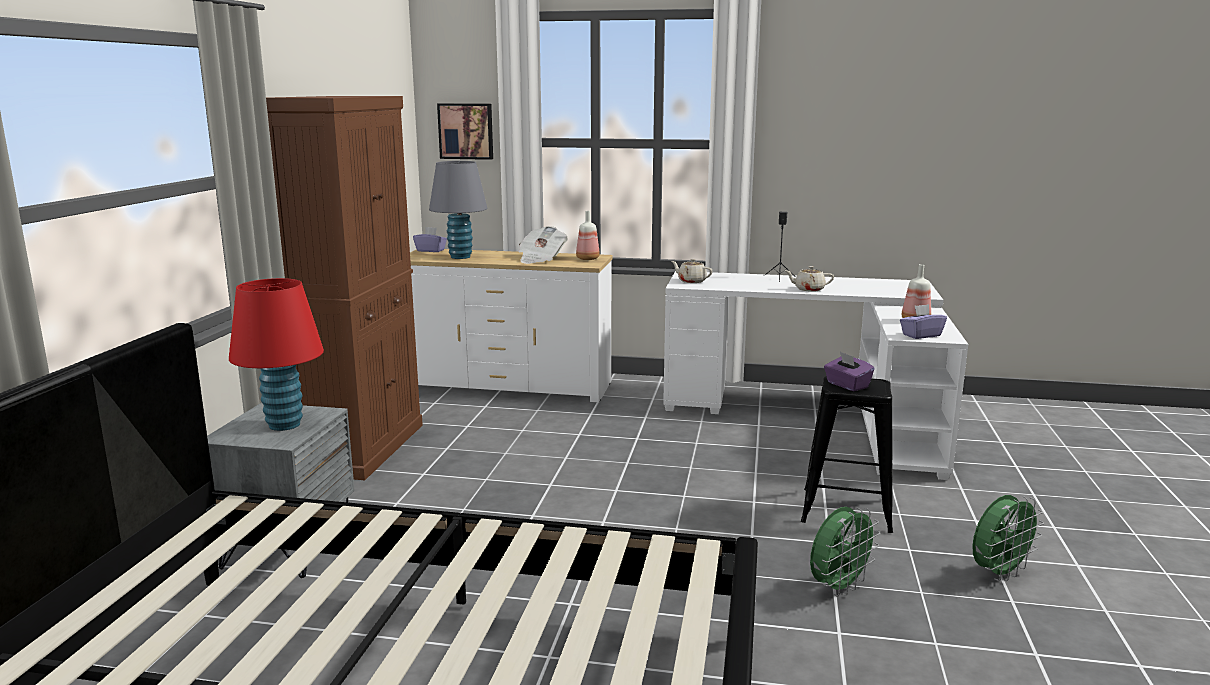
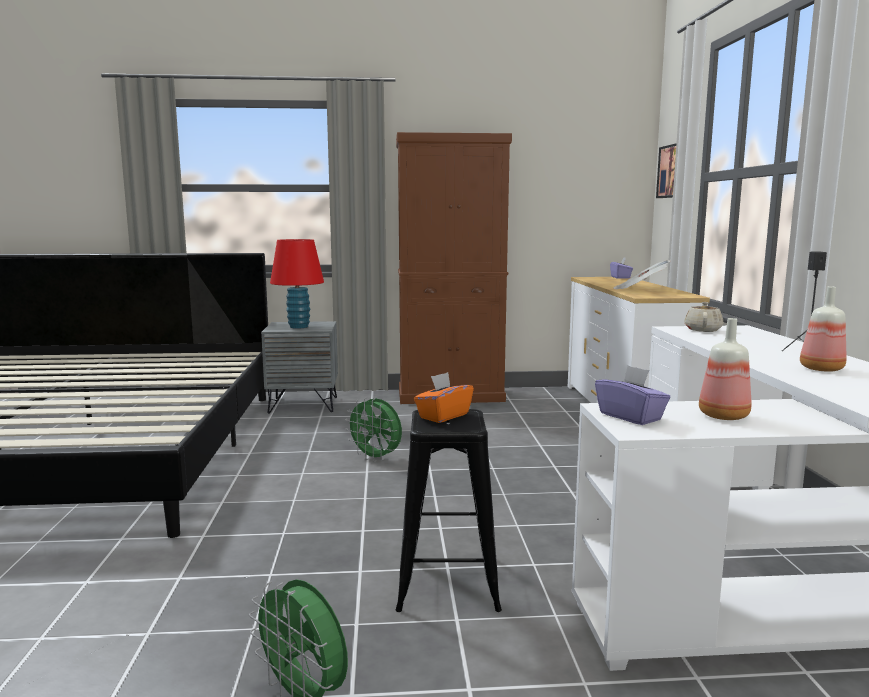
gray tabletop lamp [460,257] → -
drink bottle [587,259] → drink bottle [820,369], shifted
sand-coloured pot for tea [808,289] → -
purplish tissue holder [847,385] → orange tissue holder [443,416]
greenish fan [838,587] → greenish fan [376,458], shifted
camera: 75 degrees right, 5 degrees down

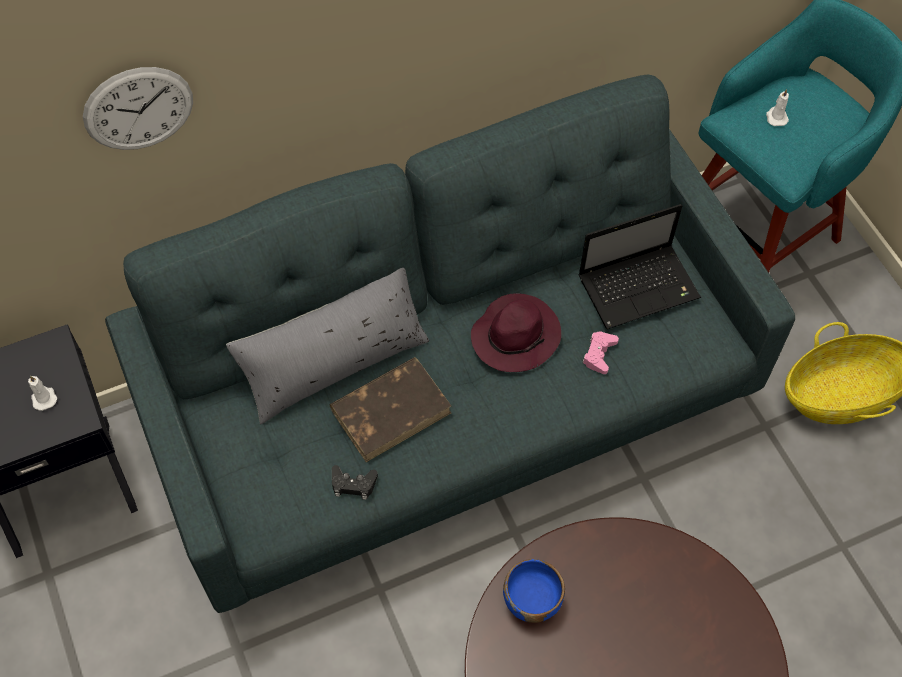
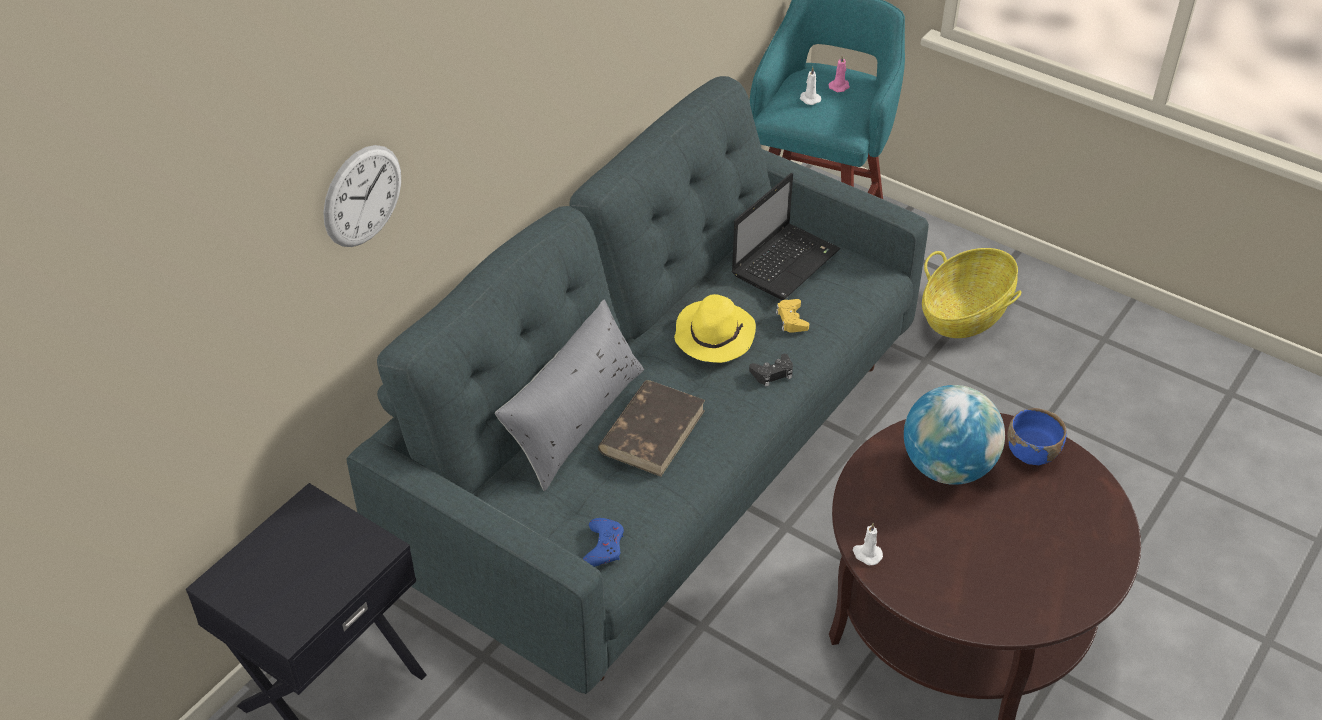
purplish clothing hat [516,335] → yellowish clothing hat [714,335]
pink-coloured joypad [599,354] → yellowish joypad [791,320]
whitish candle [44,397] → whitish candle [866,554], shifted
black-coloured joypad [353,484] → black-coloured joypad [772,373], shifted
blue-coloured bowl [532,600] → blue-coloured bowl [1032,453], shifted
- → pink-coloured candle [839,86]
- → globe [947,467]
- → blue-coloured joypad [603,546]
camera: 30 degrees left, 15 degrees down

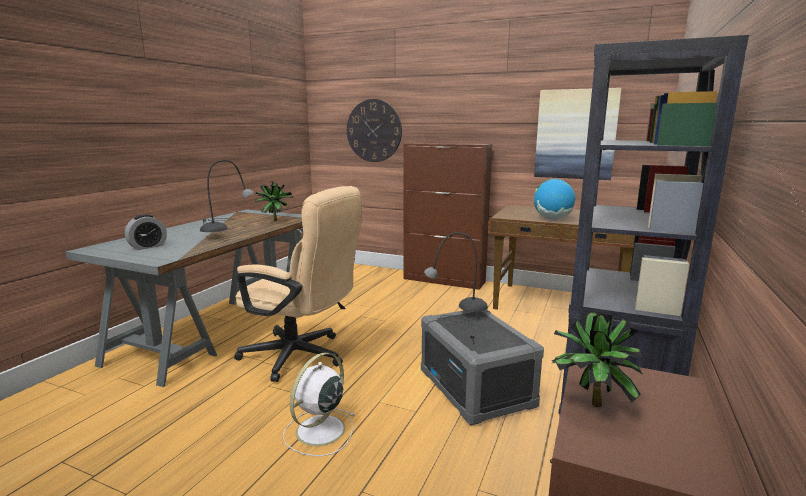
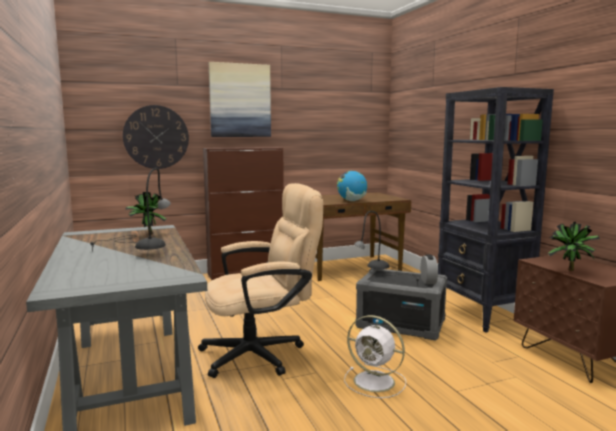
wall picture [575,134] → wall picture [240,100], shifted
alarm clock [148,247] → alarm clock [428,281], shifted
whitish fan [319,431] → whitish fan [376,382], 45 degrees counterclockwise
camera: 45 degrees left, 5 degrees down

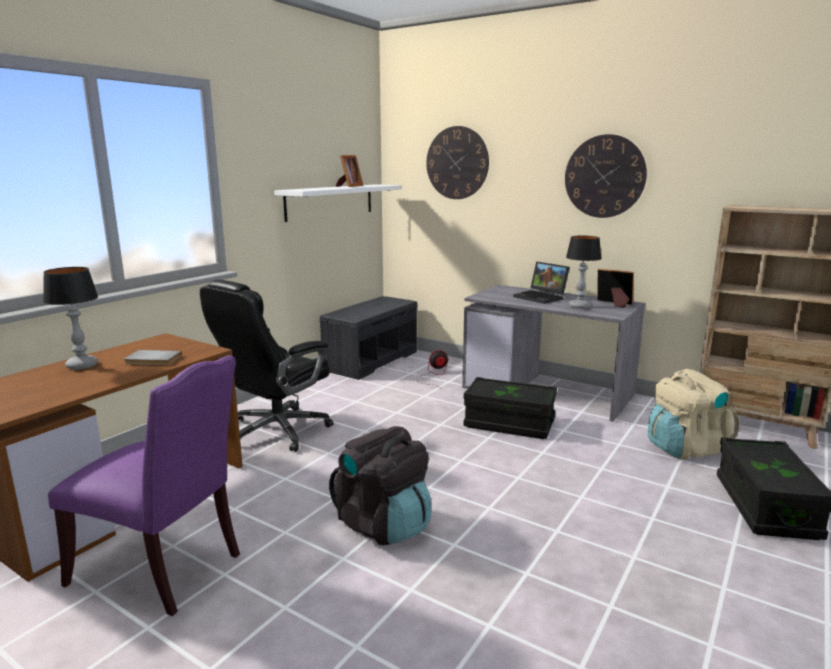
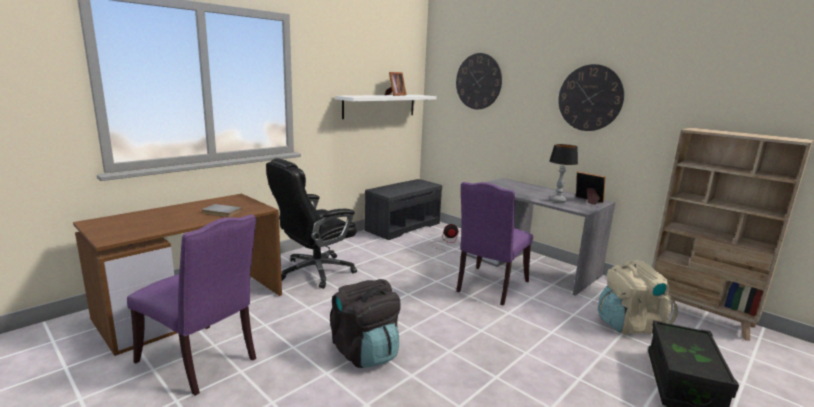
portable computer [541,297] → -
tabletop lamp [83,365] → -
black-coloured storage box [509,424] → purplish plain chair [490,287]
camera: 10 degrees right, 0 degrees up

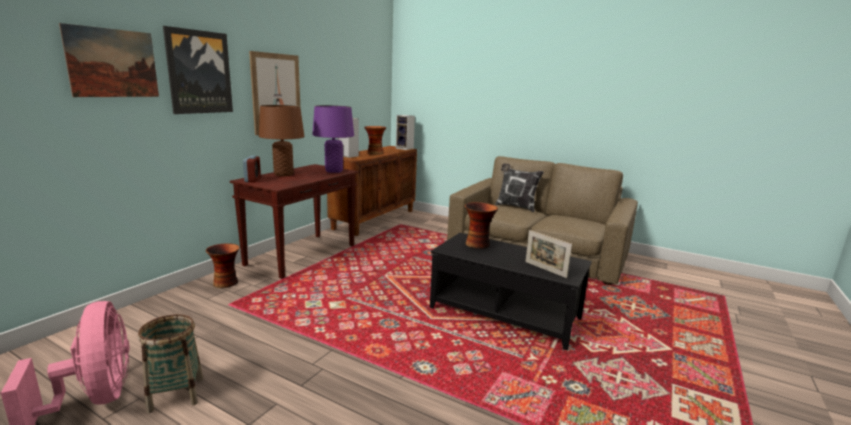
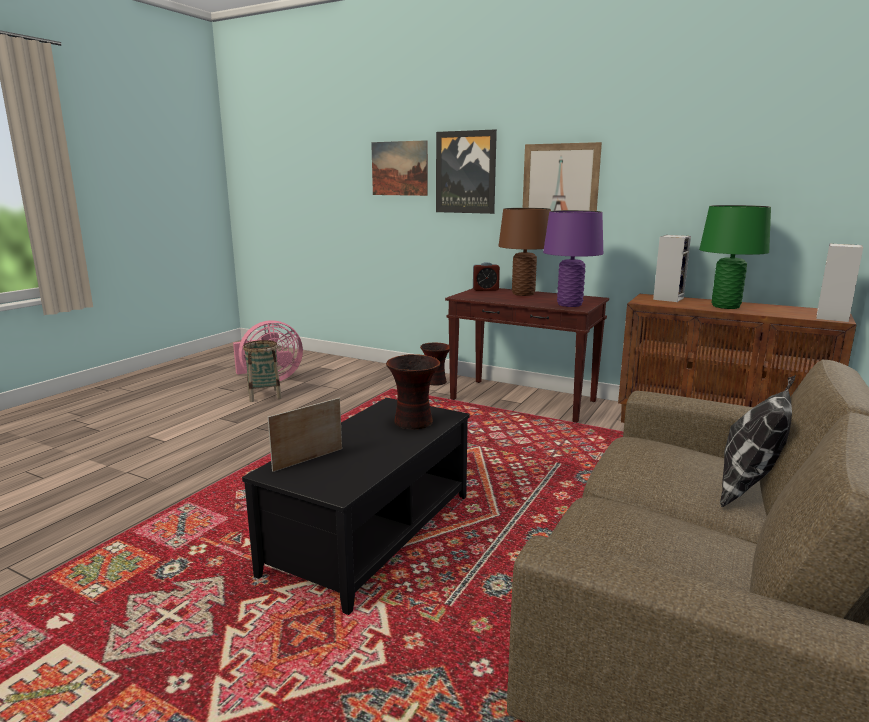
vase [374,153] → greenish tabletop lamp [726,306]
camera: 90 degrees right, 0 degrees up

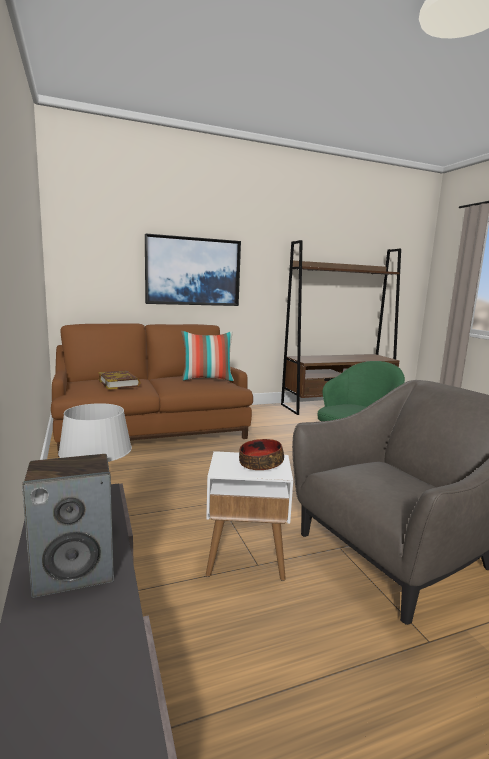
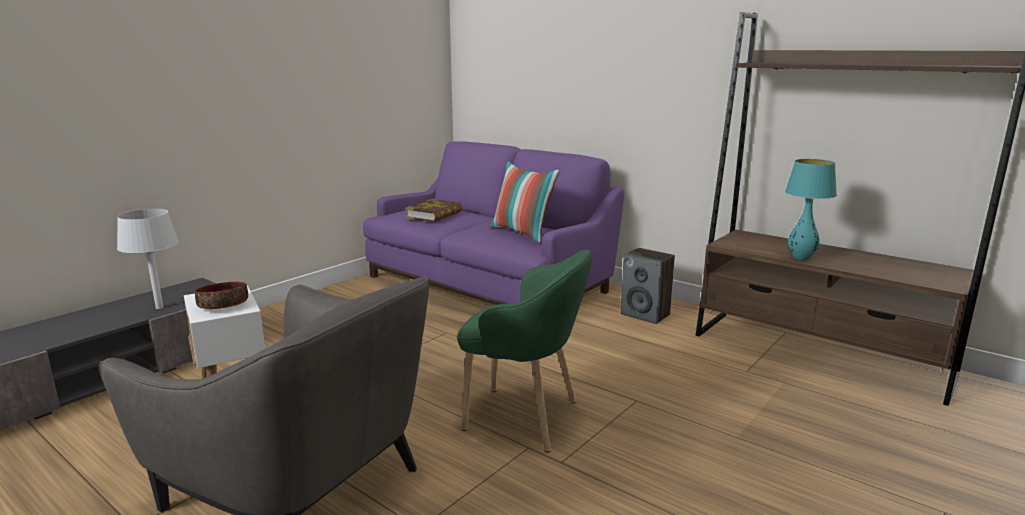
wall picture [193,271] → -
brown-coloured sofa [152,429] → purplish sofa [489,283]
loudspeaker [75,572] → loudspeaker [645,314], shifted
- → blue-green tabletop lamp [801,258]
camera: 60 degrees right, 5 degrees up

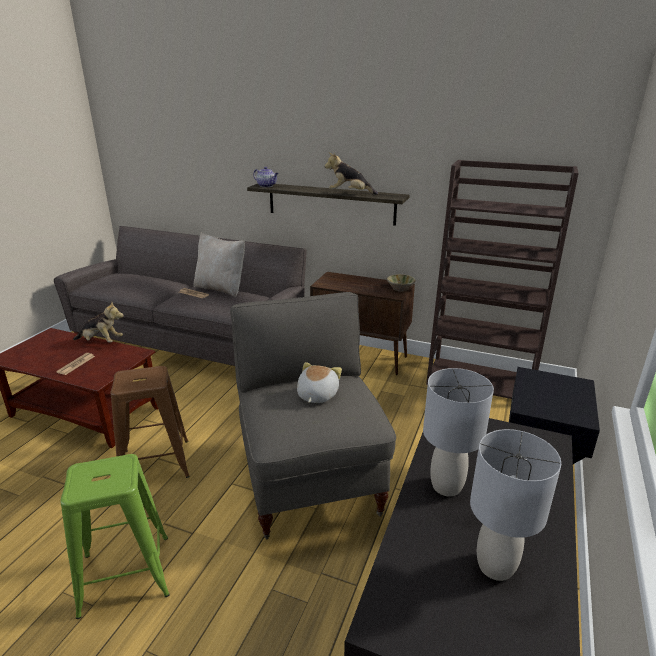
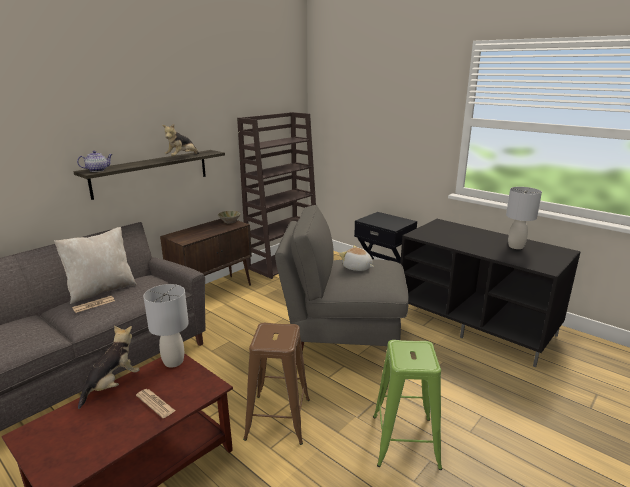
gray tabletop lamp [446,486] → gray tabletop lamp [173,362], shifted
camera: 70 degrees left, 5 degrees down

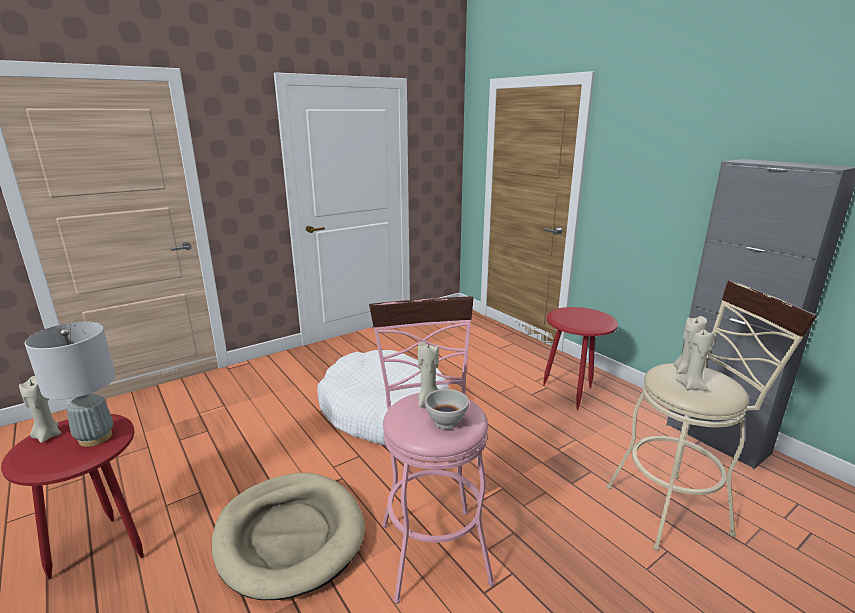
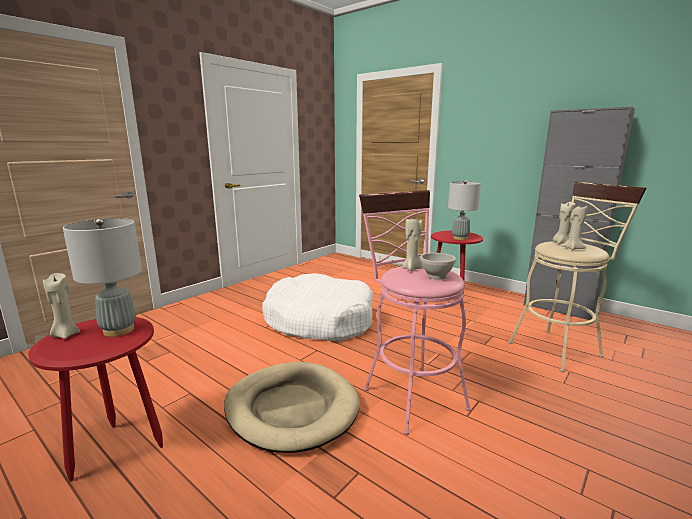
- → gray tabletop lamp [460,238]
camera: 15 degrees left, 5 degrees down

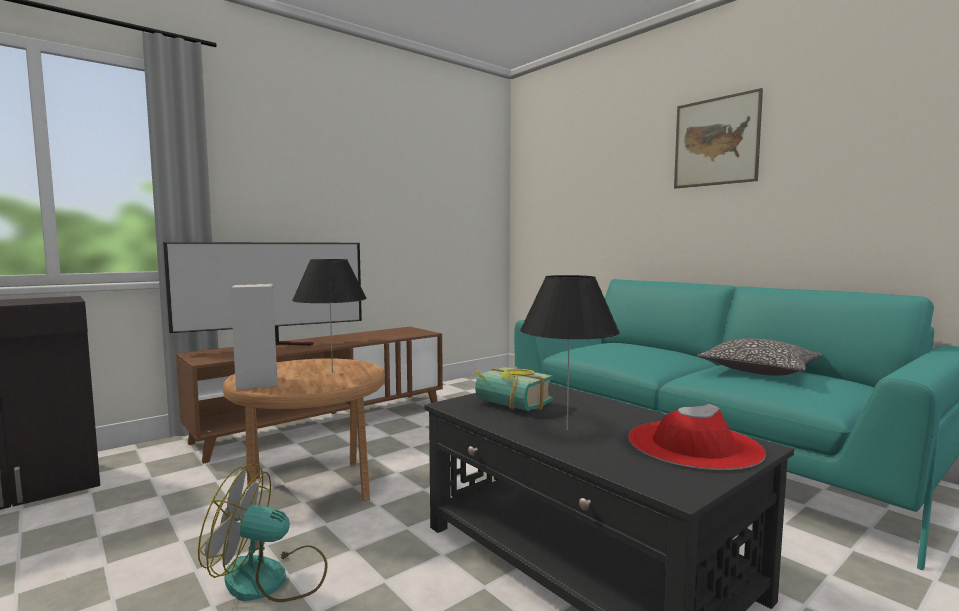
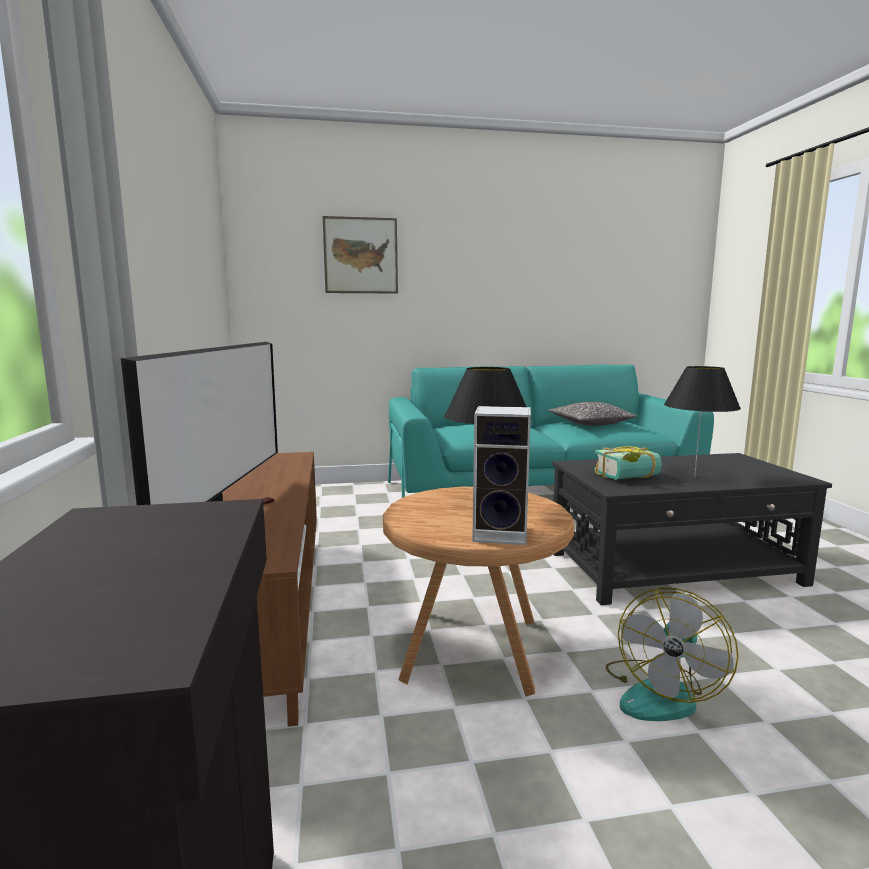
wall picture [716,141] → wall picture [361,255], shifted
red-coloured clothing hat [693,445] → -
camera: 60 degrees left, 5 degrees up

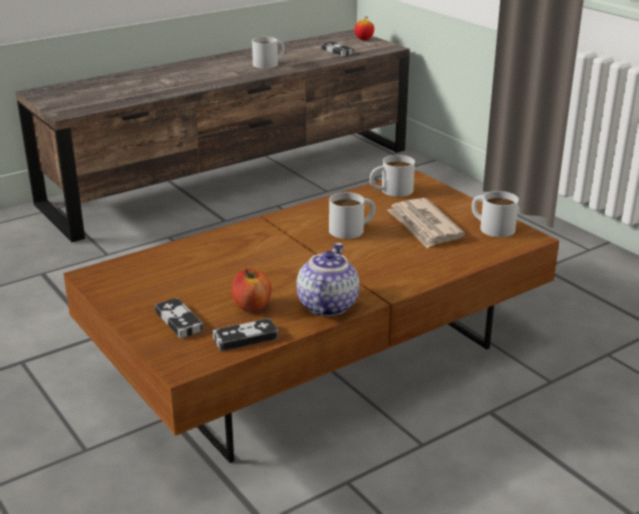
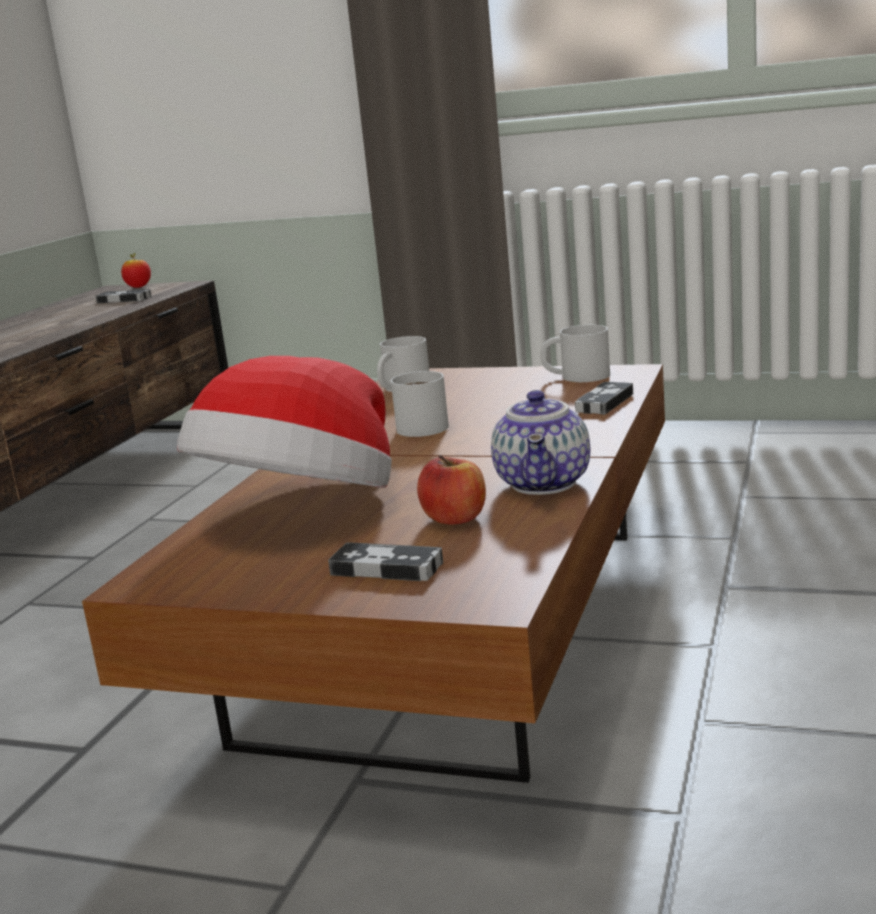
whitish tea mug [269,63] → -
newspaper [424,226] → -
pot for tea [326,305] → pot for tea [545,484], 150 degrees counterclockwise
joypad [245,338] → joypad [604,403], shifted
- → clothing hat [302,510]
camera: 35 degrees left, 10 degrees down

